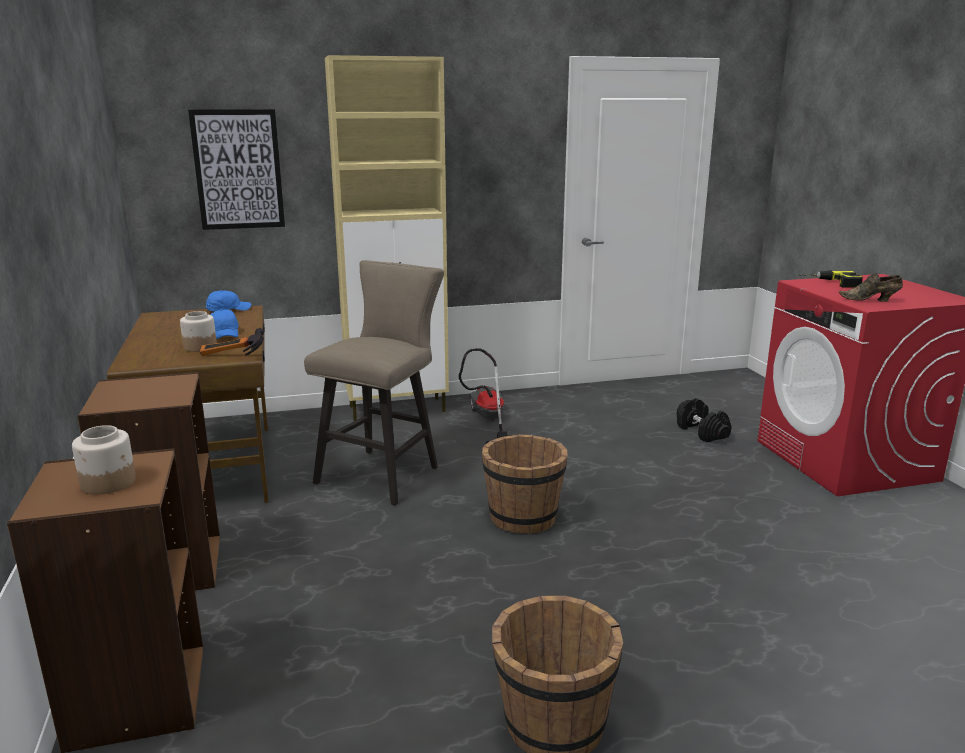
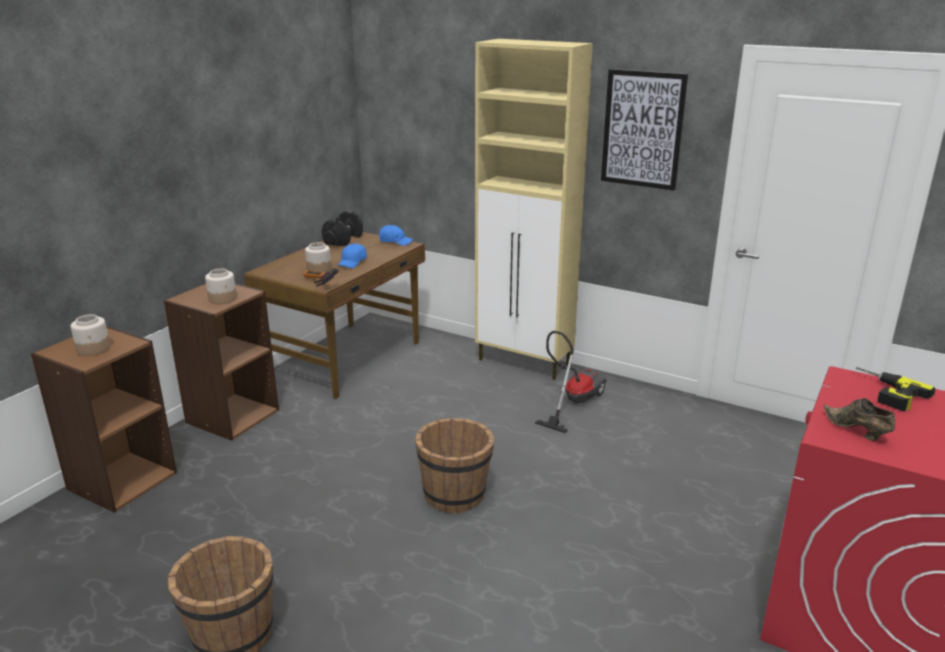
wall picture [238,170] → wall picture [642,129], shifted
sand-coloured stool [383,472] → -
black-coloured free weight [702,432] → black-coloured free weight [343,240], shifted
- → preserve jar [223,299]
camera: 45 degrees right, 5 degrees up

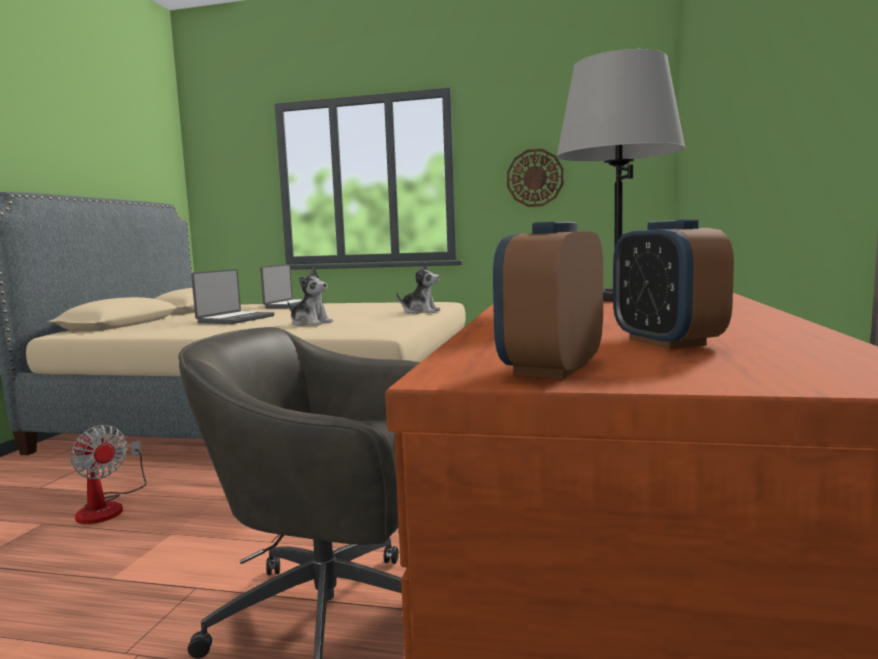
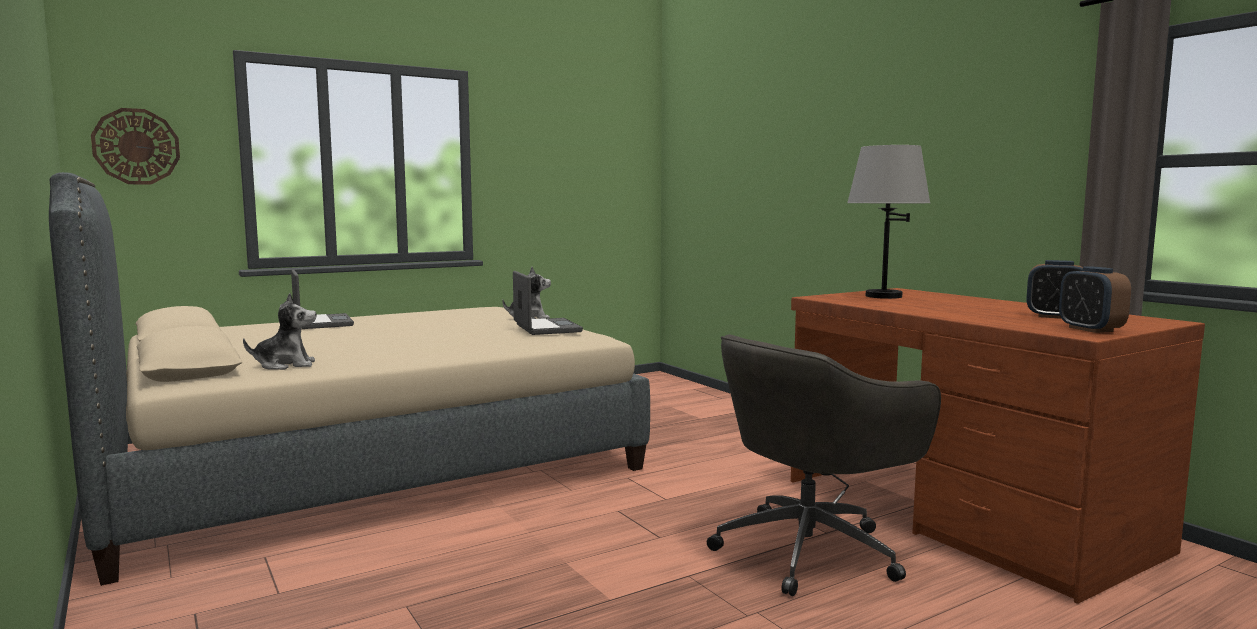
wall clock [535,178] → wall clock [136,146], shifted
soft toy [310,323] → soft toy [285,365], shifted
portable computer [235,319] → portable computer [545,328], shifted
fan [107,507] → -
camera: 45 degrees left, 0 degrees up

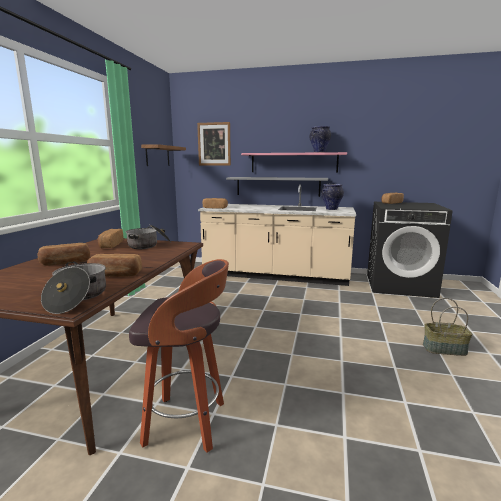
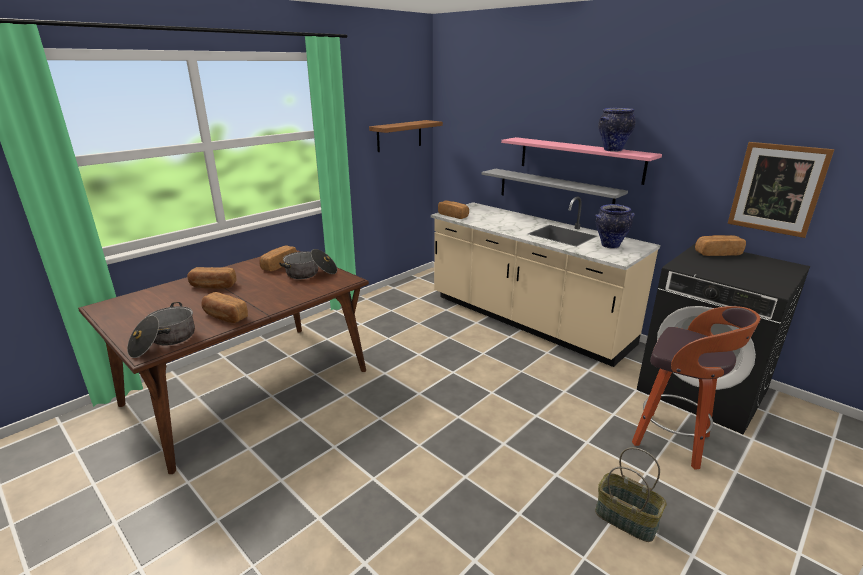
wall picture [214,144] → wall picture [777,189], shifted
stool [188,423] → stool [673,441], shifted
camera: 30 degrees right, 10 degrees up

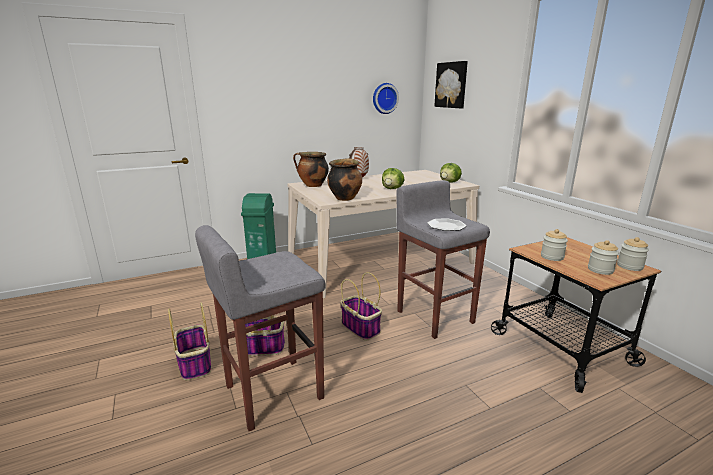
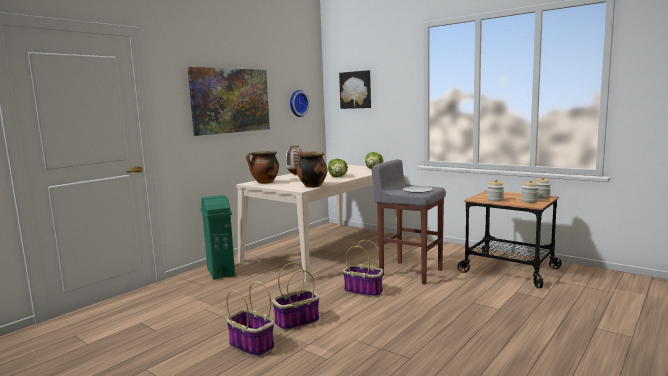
gray stool [272,392] → -
- → wall picture [231,100]
camera: 25 degrees left, 10 degrees down

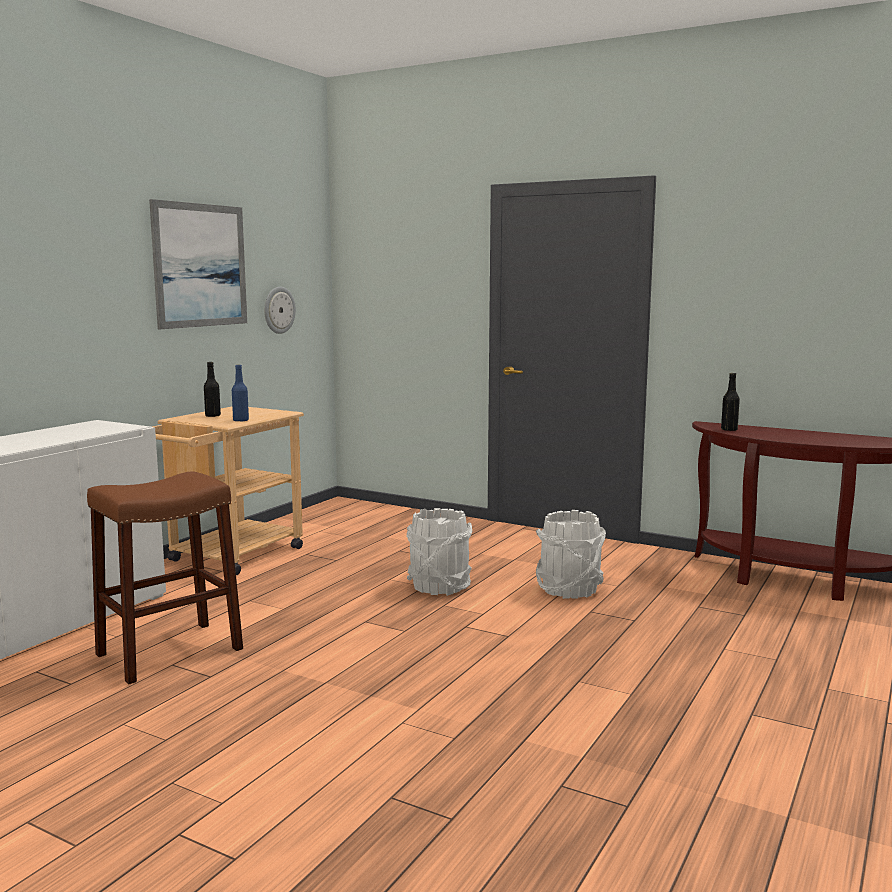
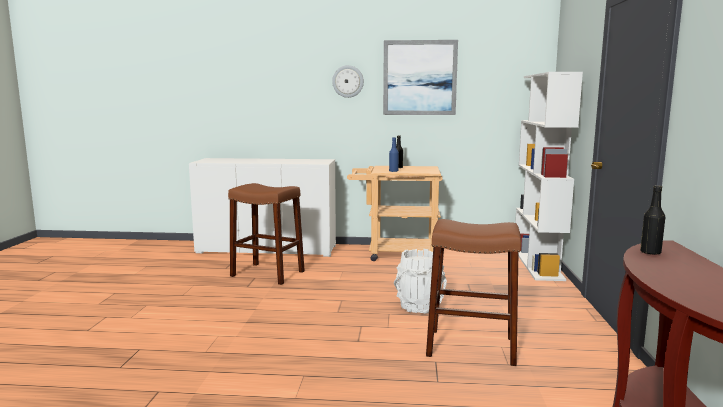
wall clock [278,310] → wall clock [348,81], shifted
whitish bucket [569,589] → brown-coloured stool [471,347]
- → whitish bookshelf [538,264]
camera: 65 degrees right, 0 degrees up

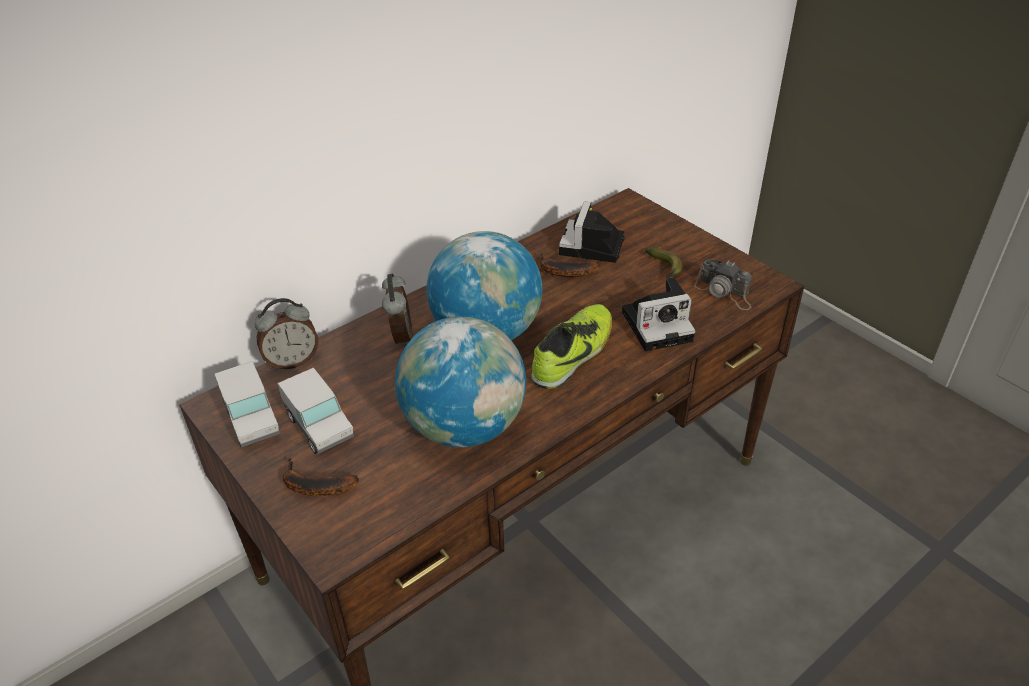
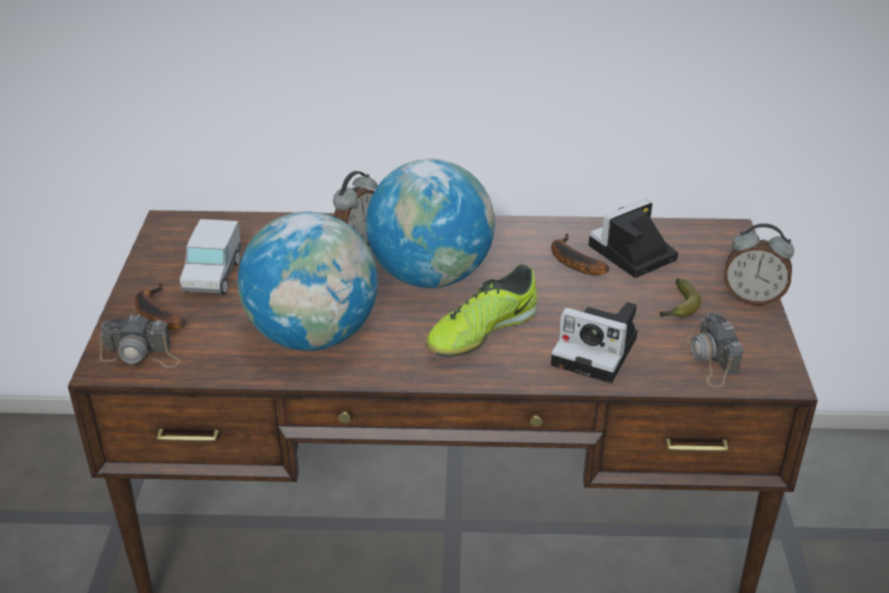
alarm clock [292,361] → alarm clock [752,298], shifted
low shoe [573,354] → low shoe [481,332], 150 degrees clockwise
toy truck [252,420] → -
- → photo camera [141,354]
camera: 40 degrees right, 5 degrees down

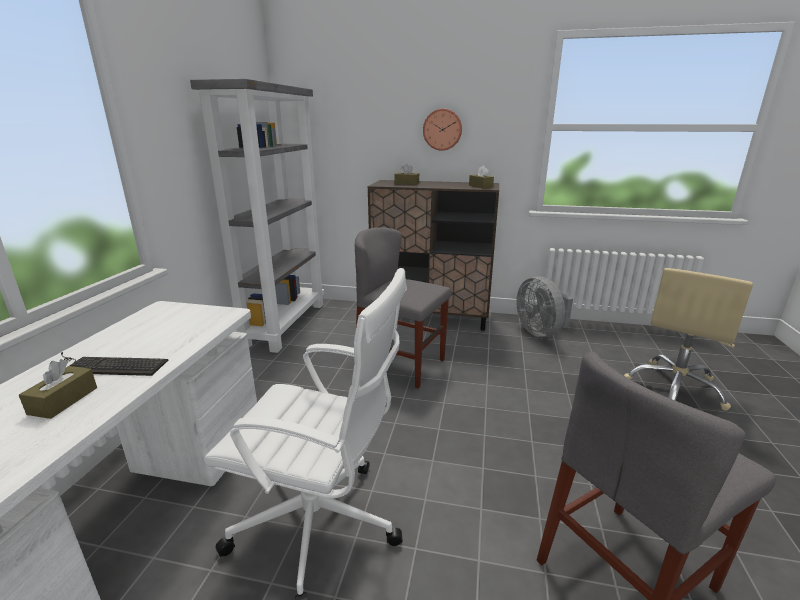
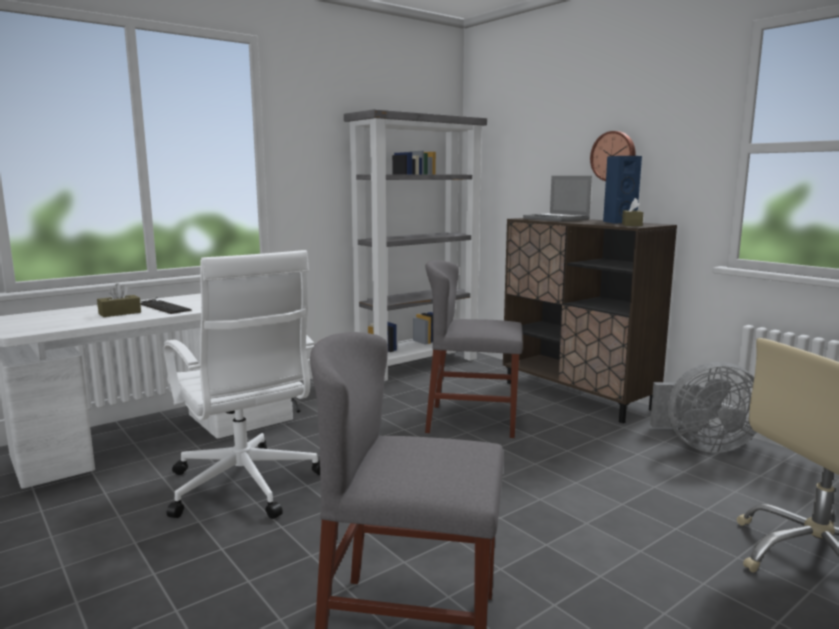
brown-coloured tissue holder [406,183] → portable computer [557,219]
gray plain chair [400,364] → gray plain chair [472,421], 60 degrees counterclockwise
gray fan [540,332] → gray fan [702,445], 105 degrees counterclockwise
- → blue-coloured loudspeaker [618,222]
camera: 40 degrees right, 10 degrees down

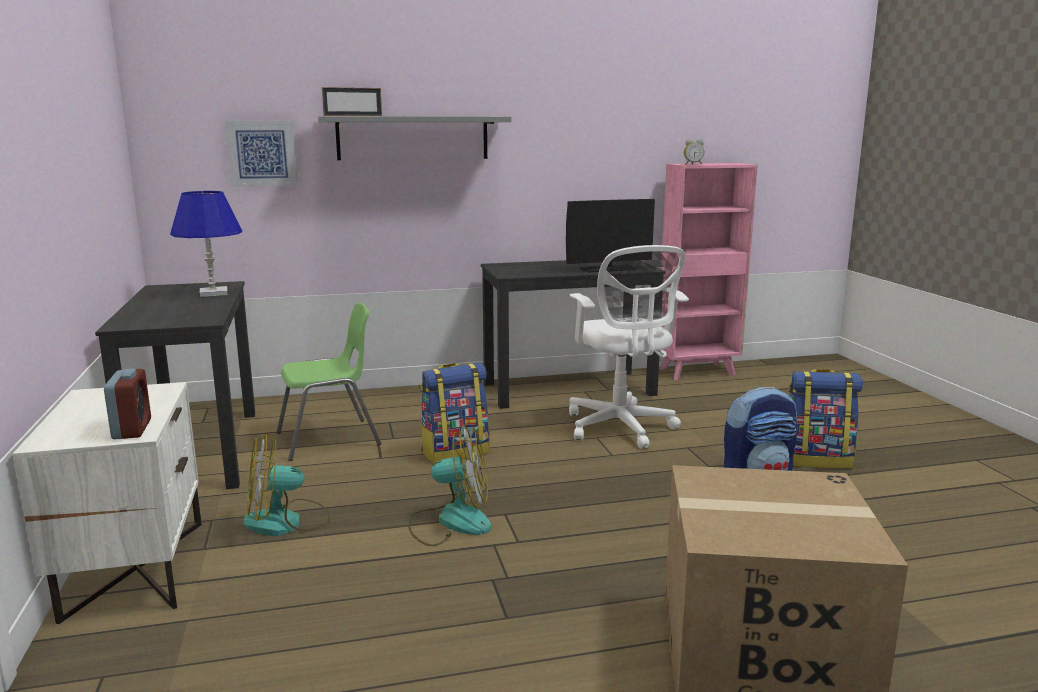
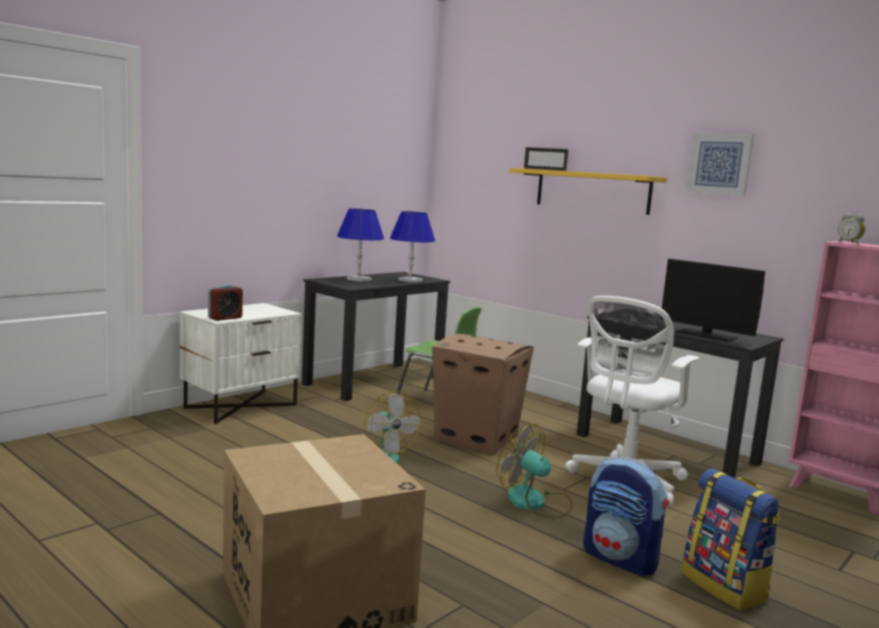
gray shelf [413,138] → yellowish shelf [592,191]
wall picture [261,153] → wall picture [719,164], shifted
rucksack [455,452] → carton [477,438]
fan [286,522] → fan [535,503], shifted
- → blue-coloured tabletop lamp [358,279]
camera: 55 degrees right, 5 degrees down

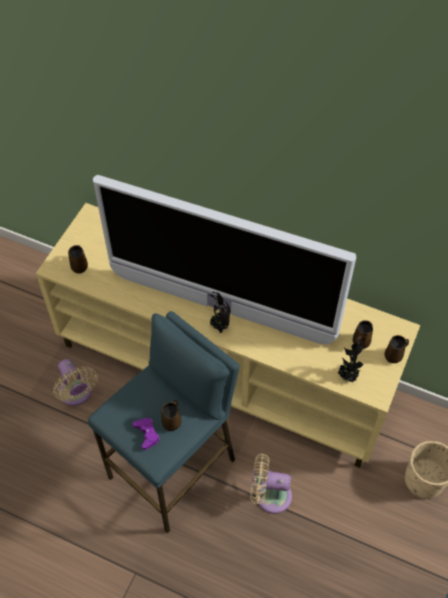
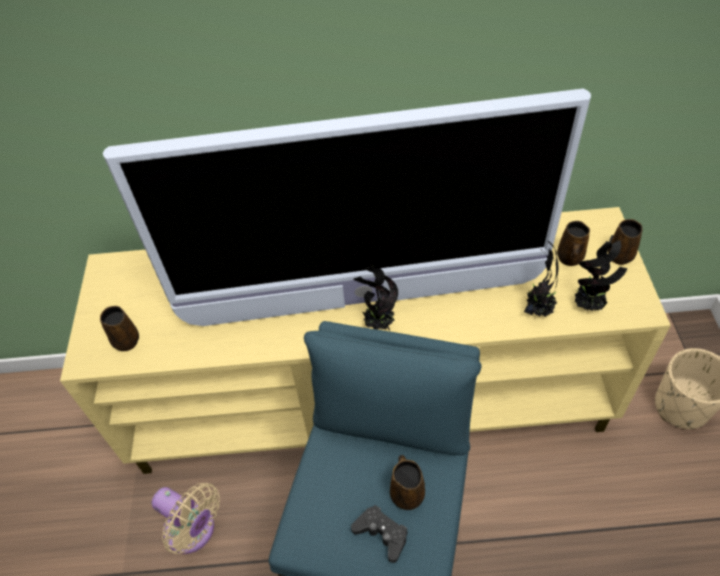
purplish joypad [147,434] → black-coloured joypad [382,534]
sand-coloured fan [269,495] → -
- → houseplant [537,309]
camera: 25 degrees left, 5 degrees down

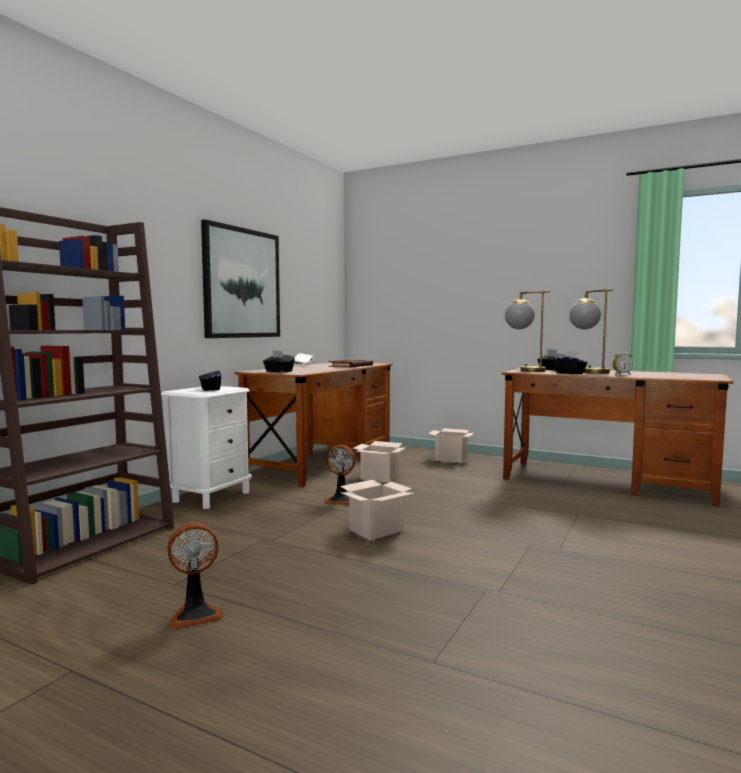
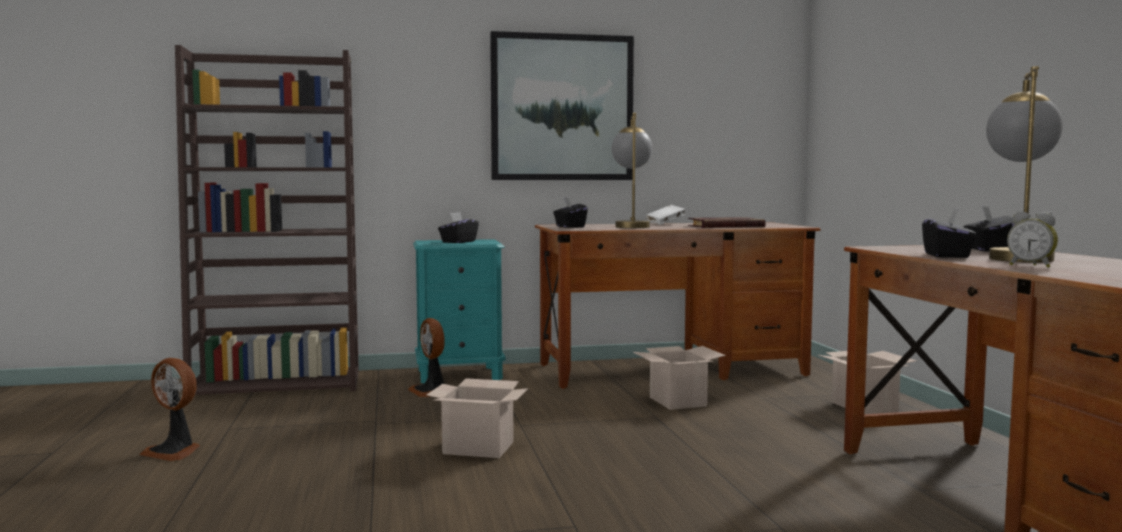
tabletop lamp [524,370] → tabletop lamp [631,226], shifted
whitish nightstand [211,497] → blue-green nightstand [460,375]
fan [340,500] → fan [430,391], shifted
camera: 50 degrees right, 0 degrees up

